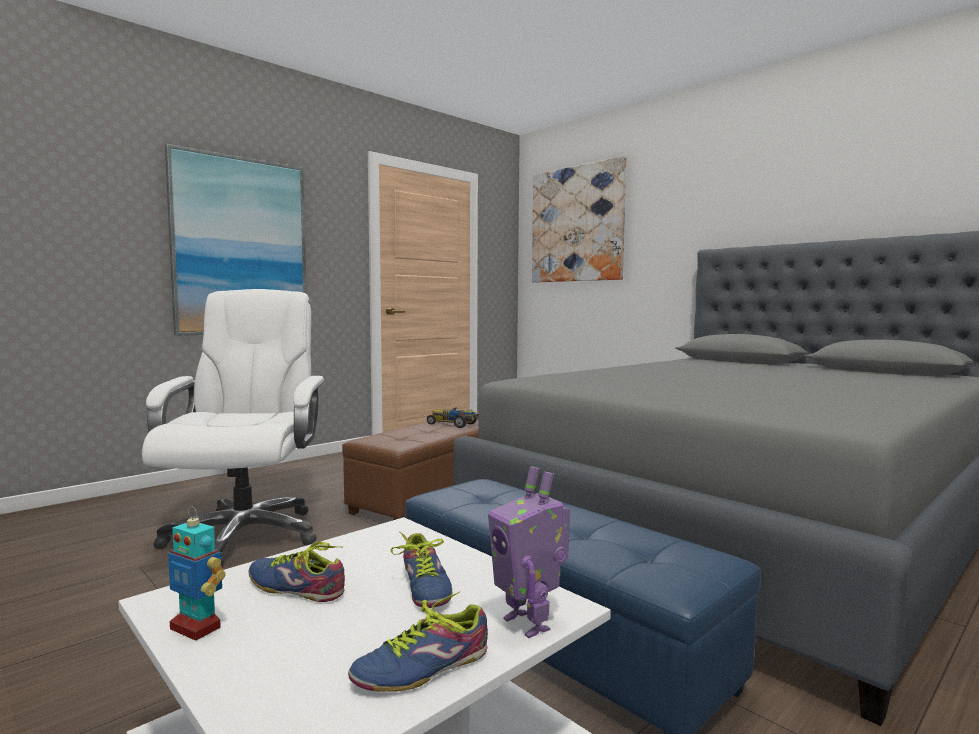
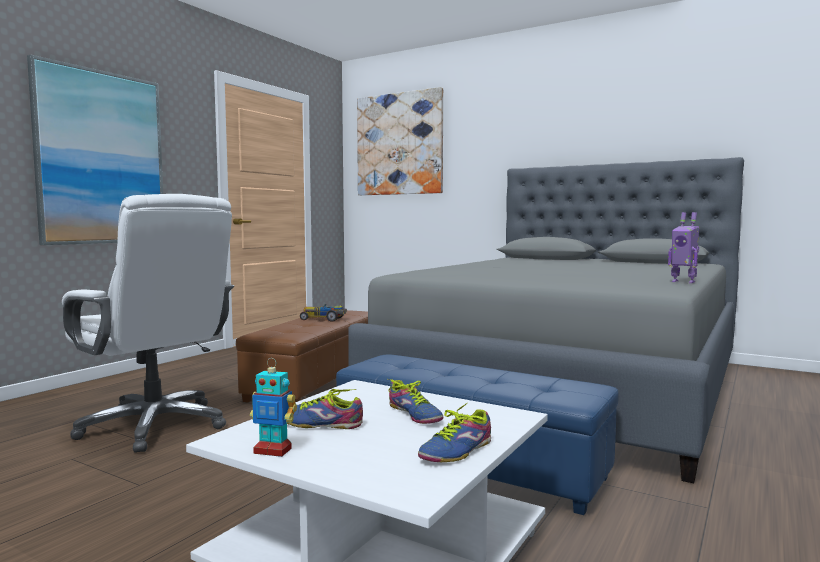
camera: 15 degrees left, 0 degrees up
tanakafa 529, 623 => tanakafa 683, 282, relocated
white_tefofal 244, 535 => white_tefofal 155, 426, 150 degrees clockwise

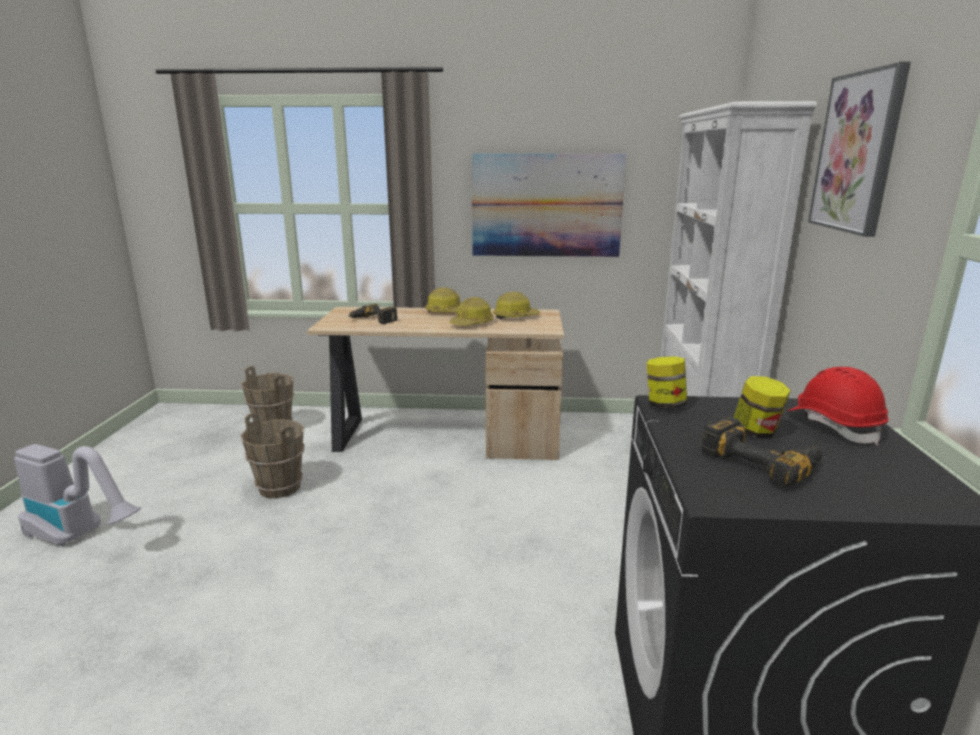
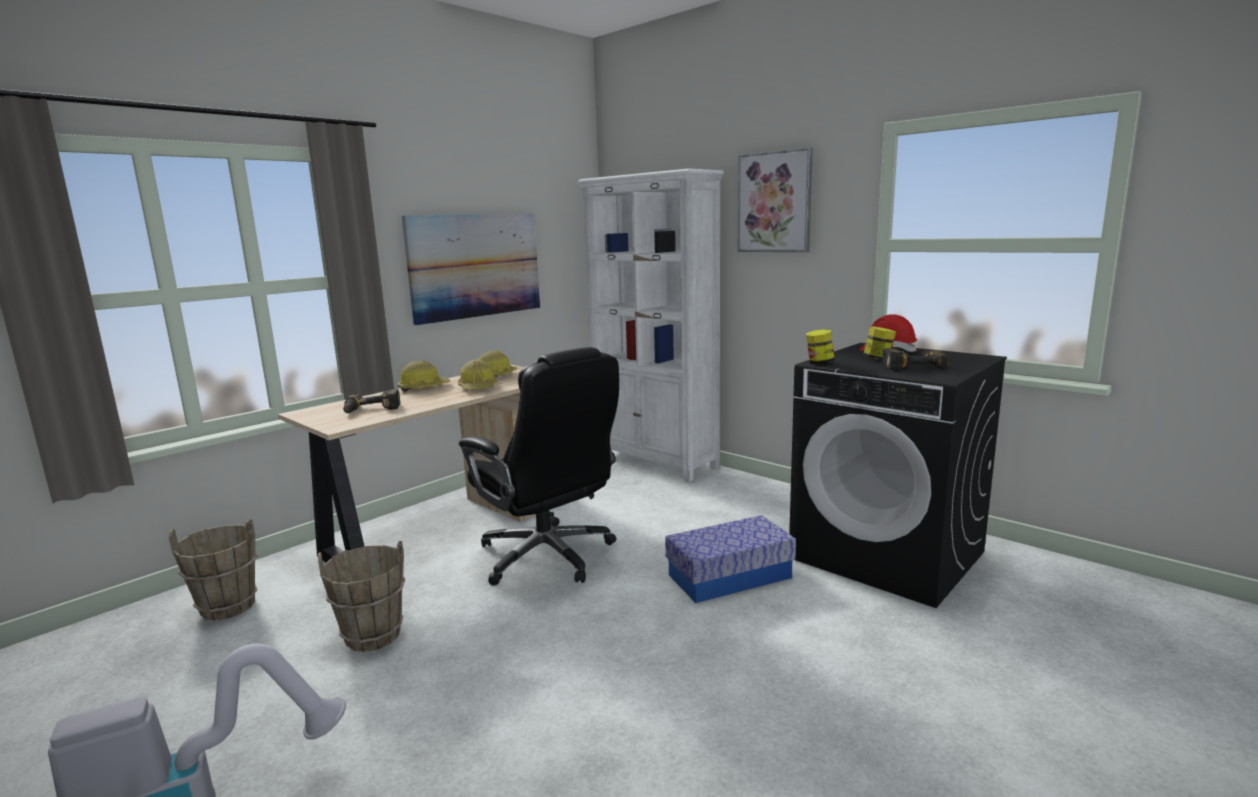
camera: 50 degrees left, 5 degrees down
nothing => black_tefofal 548, 556
nothing => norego 729, 576

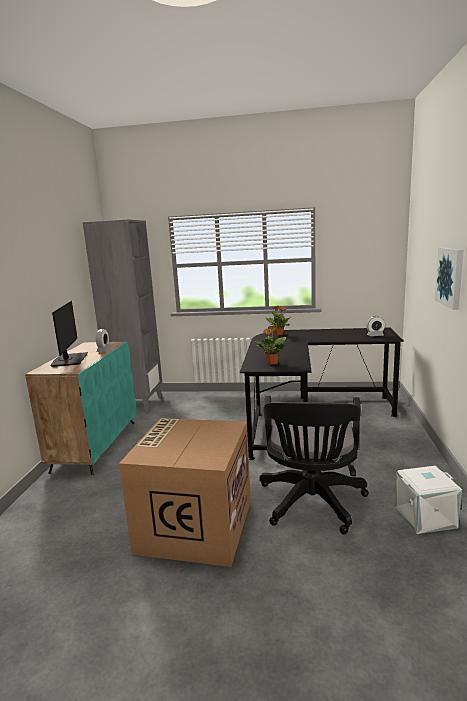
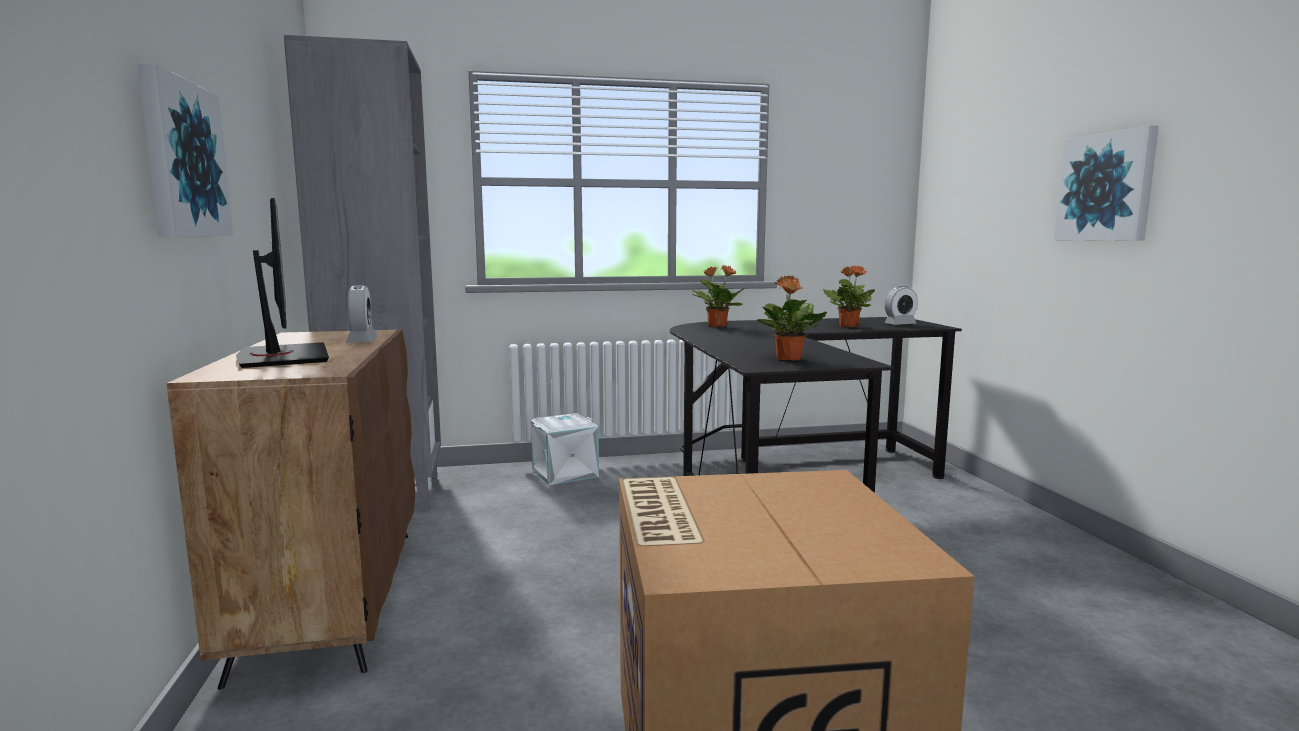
camera: 20 degrees left, 5 degrees down
black_tefofal 311, 504 => nothing
nothing => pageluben 183, 159
nothing => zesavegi 848, 326
white_norego 425, 517 => white_norego 565, 474, relocated
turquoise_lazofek 96, 445 => brown_lazofek 331, 596

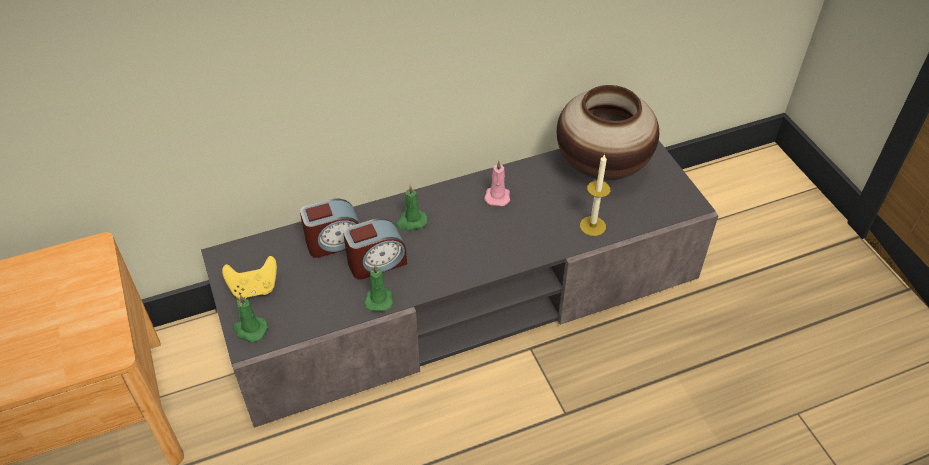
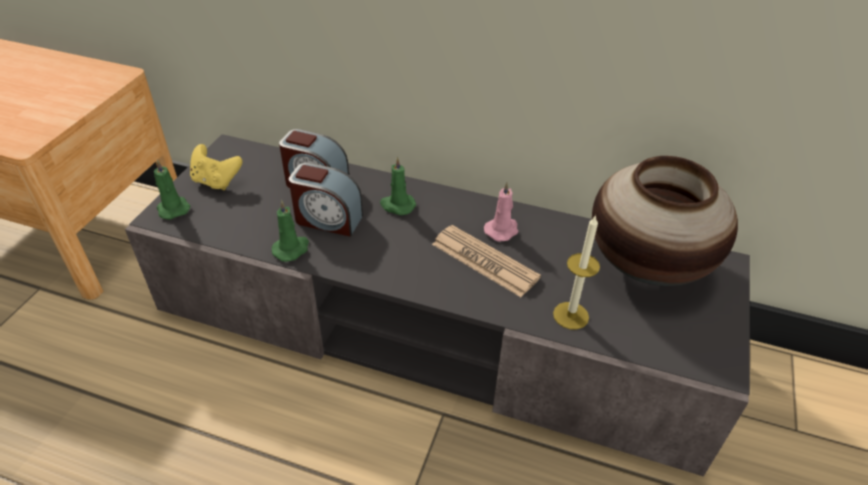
camera: 40 degrees right, 5 degrees down
nothing => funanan 484, 261

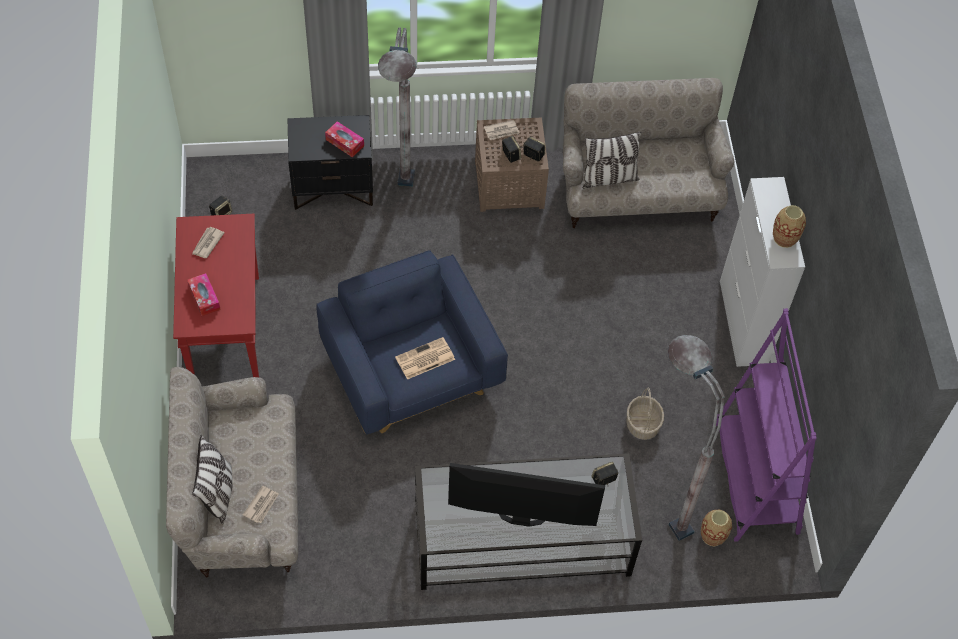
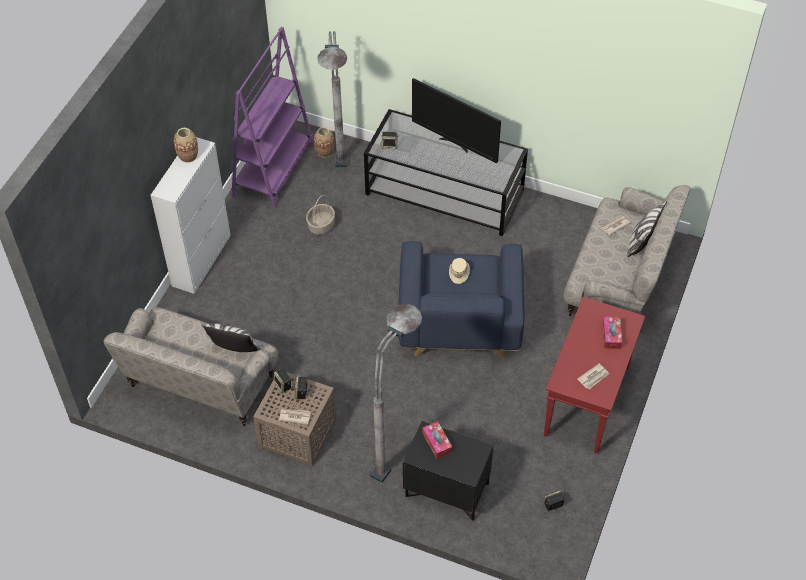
camera: 150 degrees left, 5 degrees down
funanan 424, 359 => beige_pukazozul 459, 272

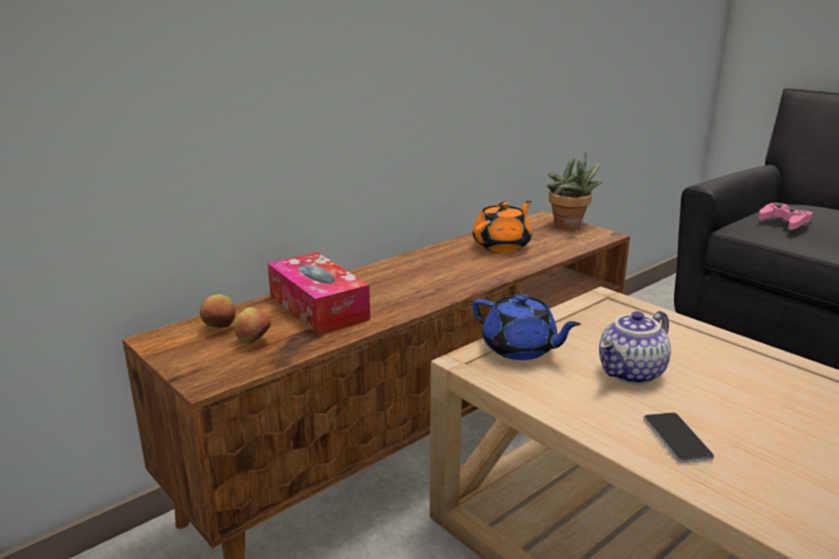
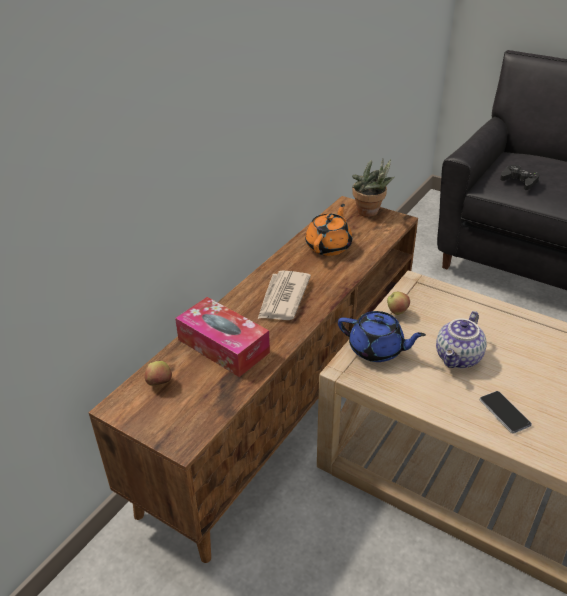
camera: 15 degrees left, 15 degrees up
nothing => funanan 283, 298
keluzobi 253, 342 => keluzobi 397, 312, relocated
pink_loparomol 784, 222 => black_loparomol 519, 181

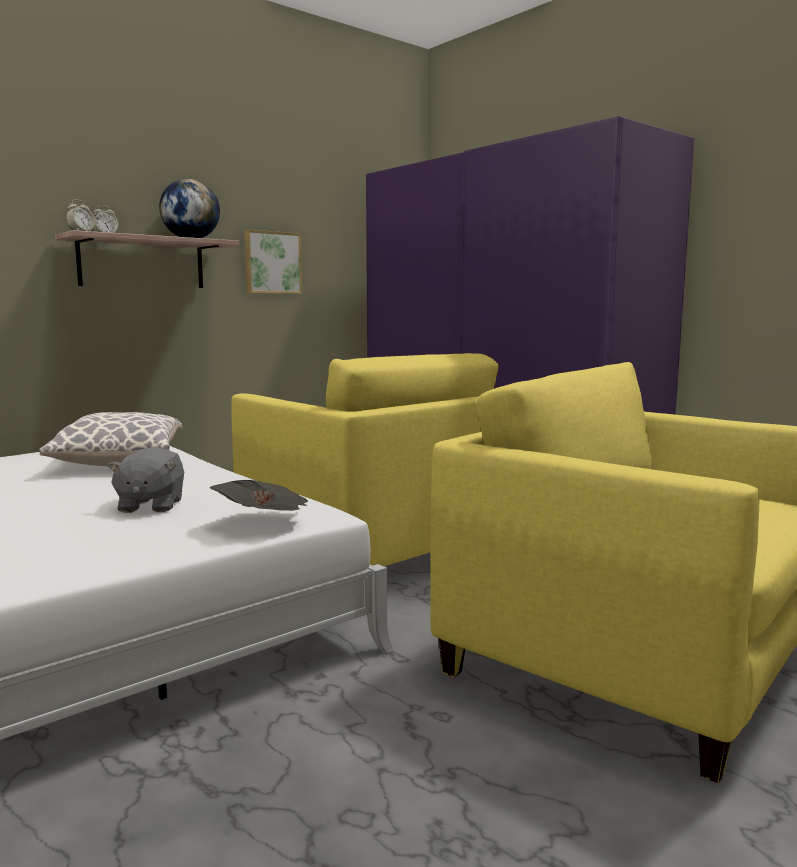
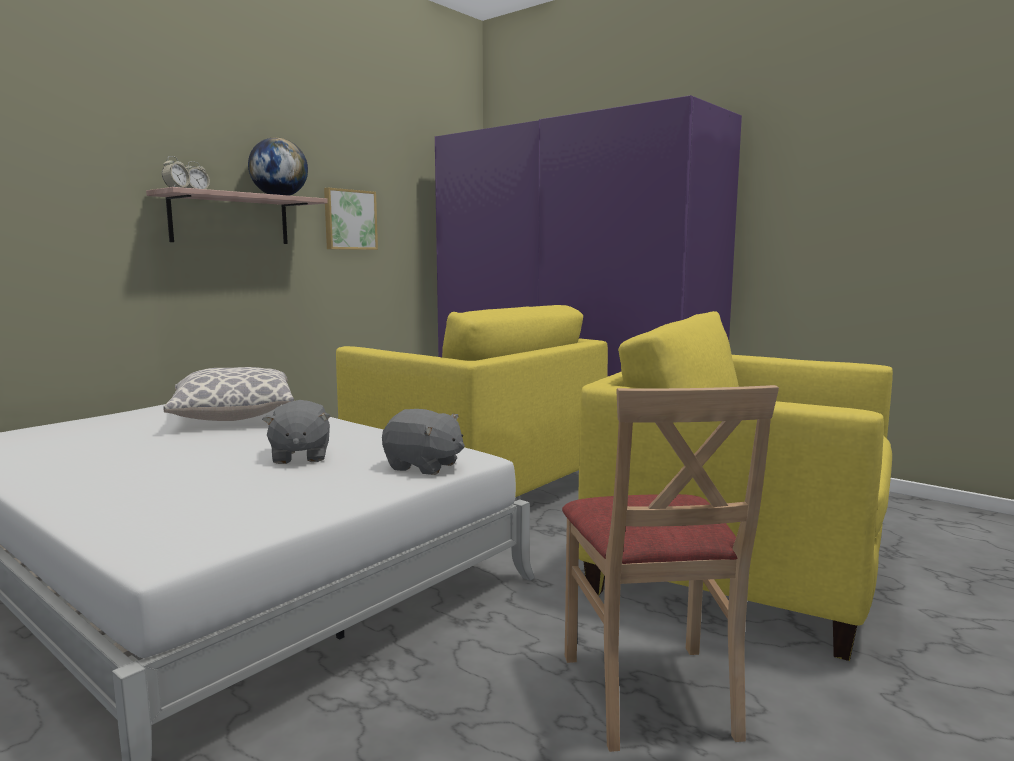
camera: 10 degrees left, 0 degrees up
nothing => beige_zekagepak 650, 693
funanan 264, 523 => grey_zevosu 423, 466

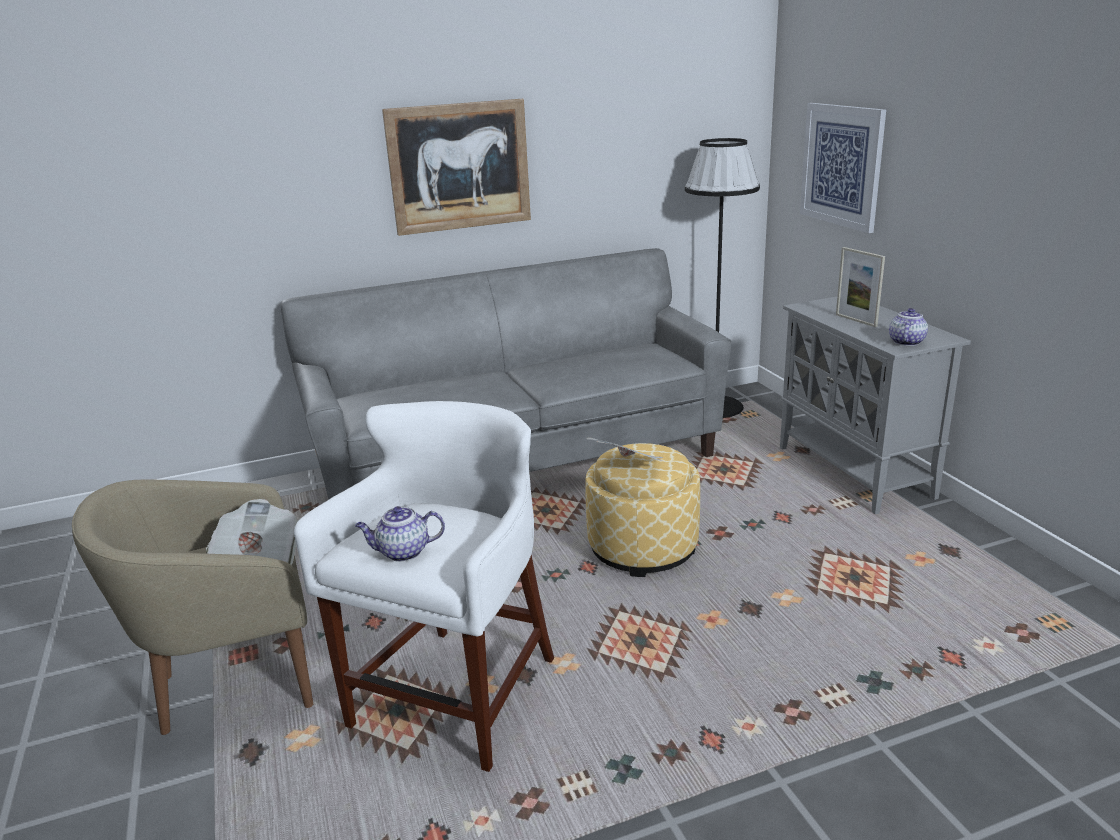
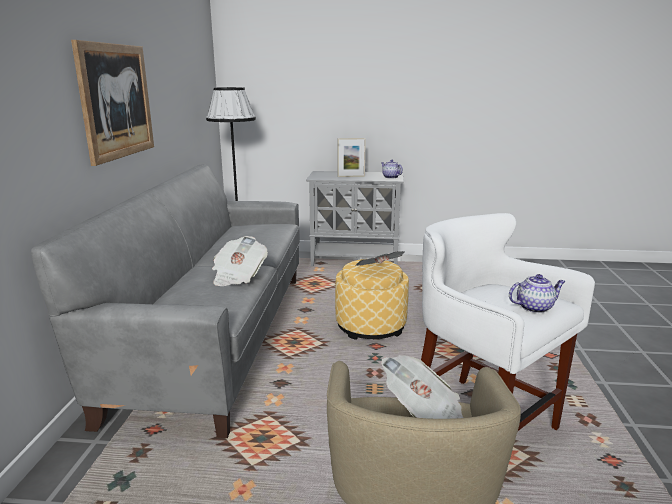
camera: 65 degrees left, 5 degrees down
pageluben 841, 165 => nothing
nothing => funanan 238, 276
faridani 402, 552 => faridani 535, 307, 120 degrees counterclockwise

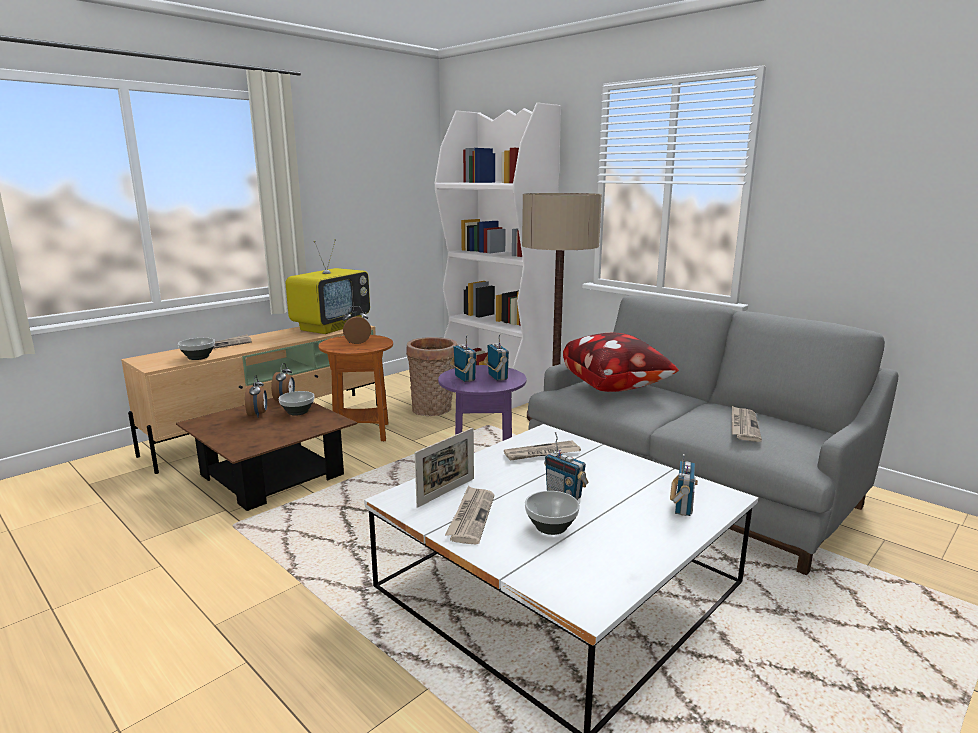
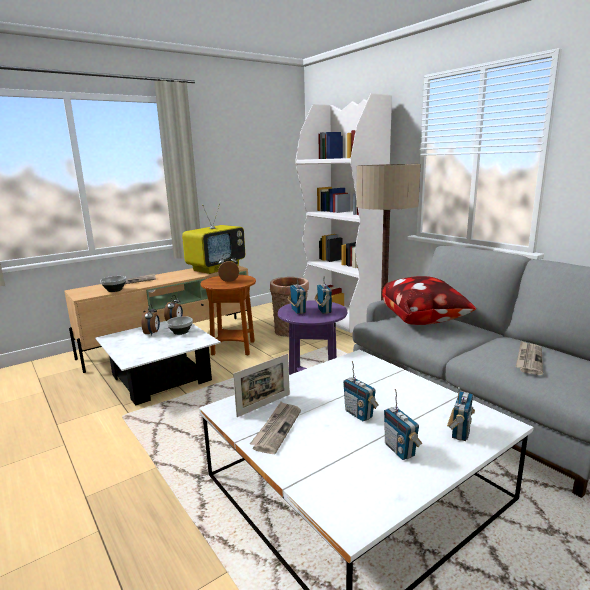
camera: 10 degrees right, 0 degrees up
funanan 541, 453 => nothing
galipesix 551, 526 => nothing
nothing => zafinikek 400, 450
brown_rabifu 272, 475 => white_rabifu 161, 378

